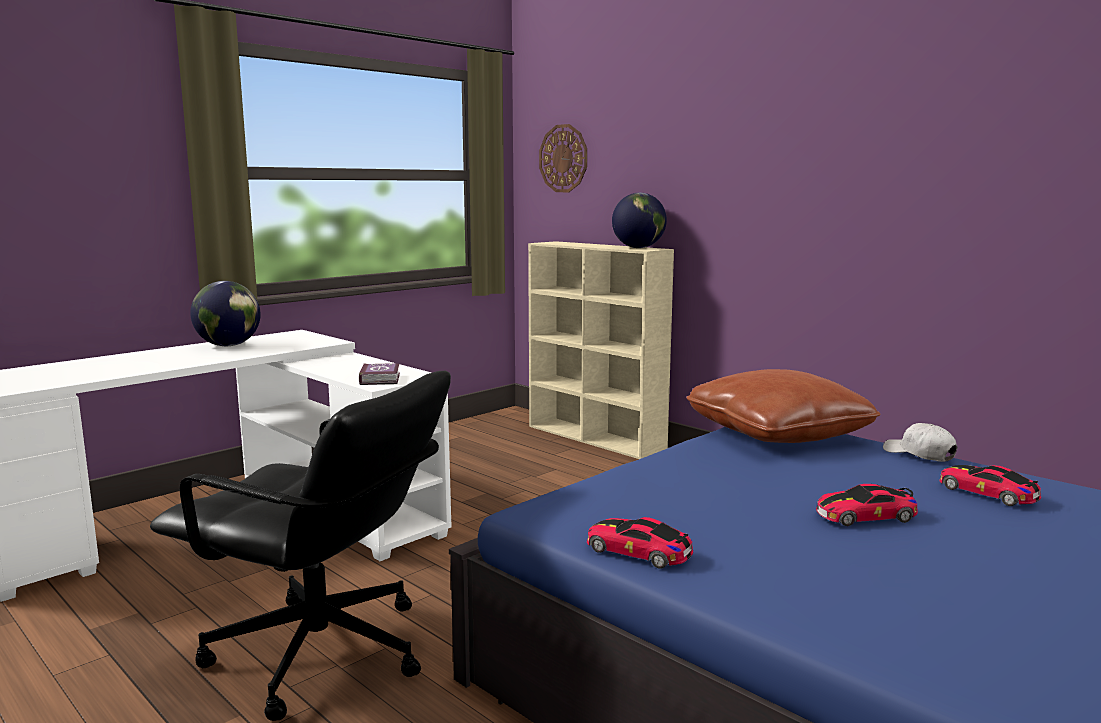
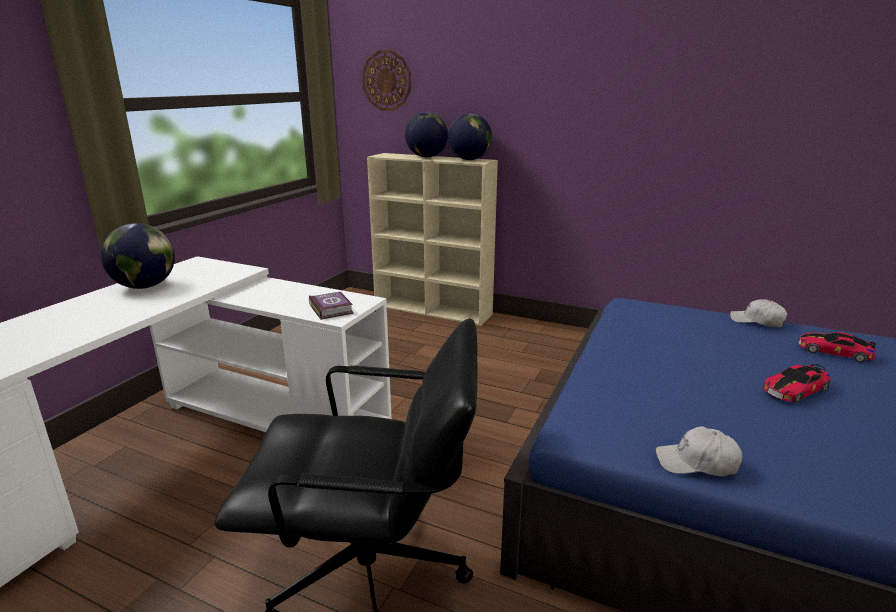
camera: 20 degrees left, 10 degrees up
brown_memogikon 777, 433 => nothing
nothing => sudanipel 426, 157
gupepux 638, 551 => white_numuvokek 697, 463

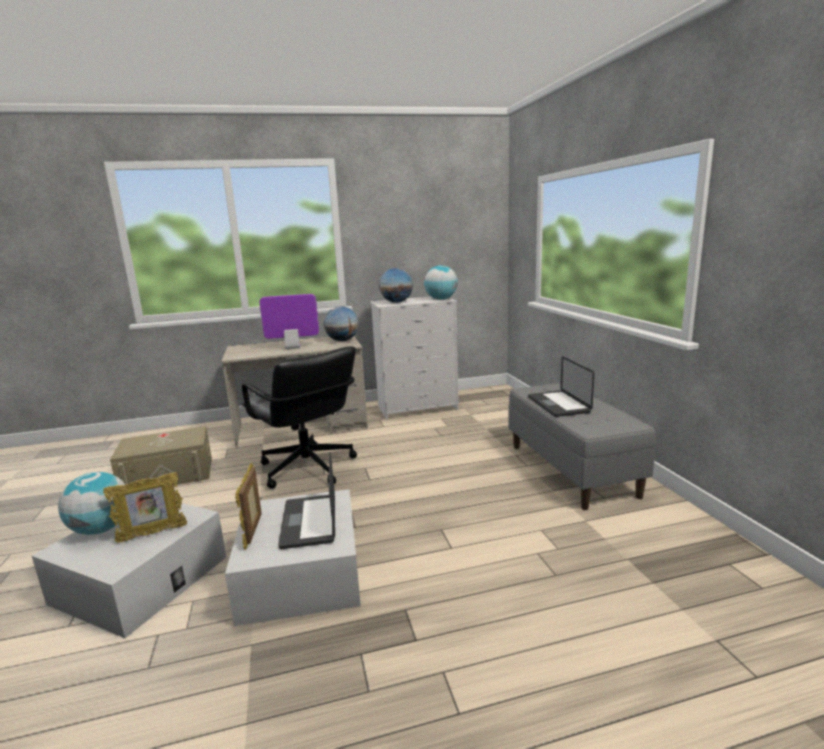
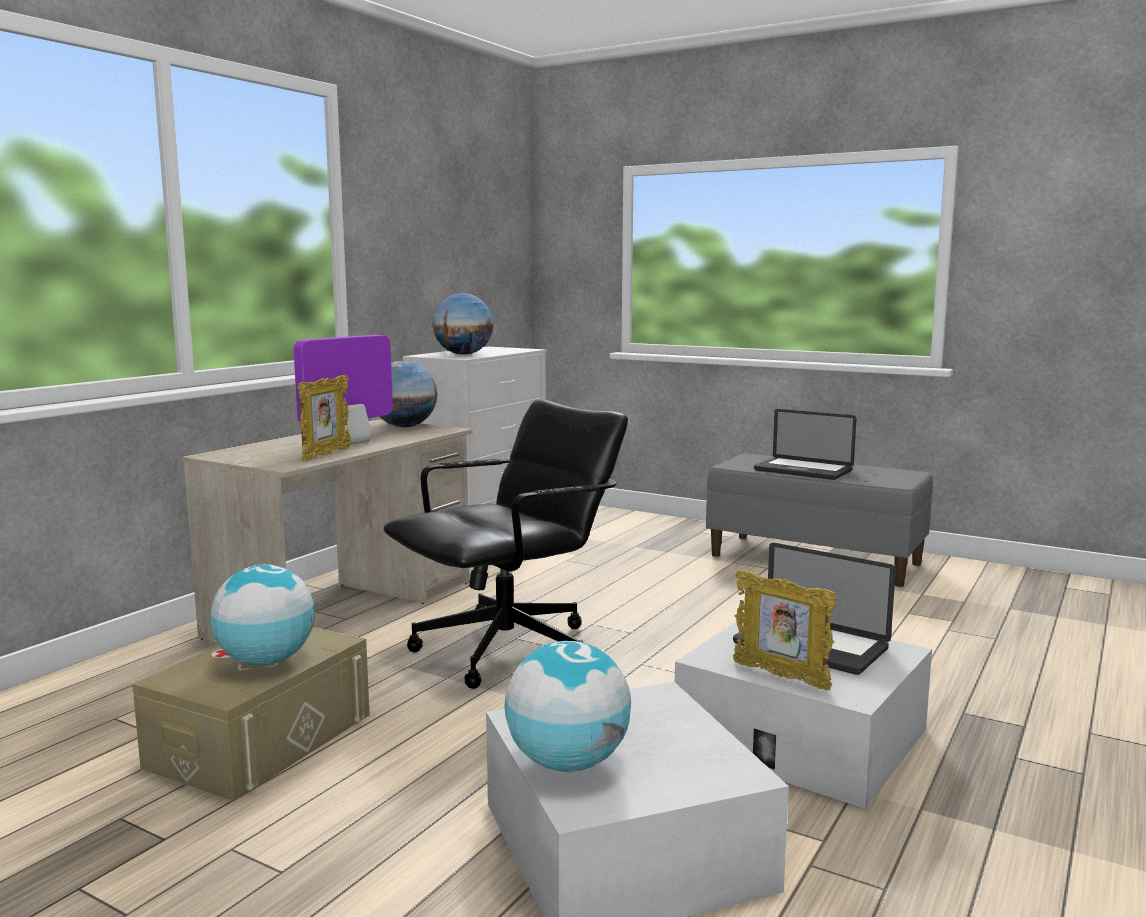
camera: 45 degrees left, 5 degrees down
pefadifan 152, 533 => pefadifan 326, 455, relocated
sudanipel 441, 299 => sudanipel 266, 661, relocated
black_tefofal 307, 468 => black_tefofal 509, 650, 45 degrees counterclockwise

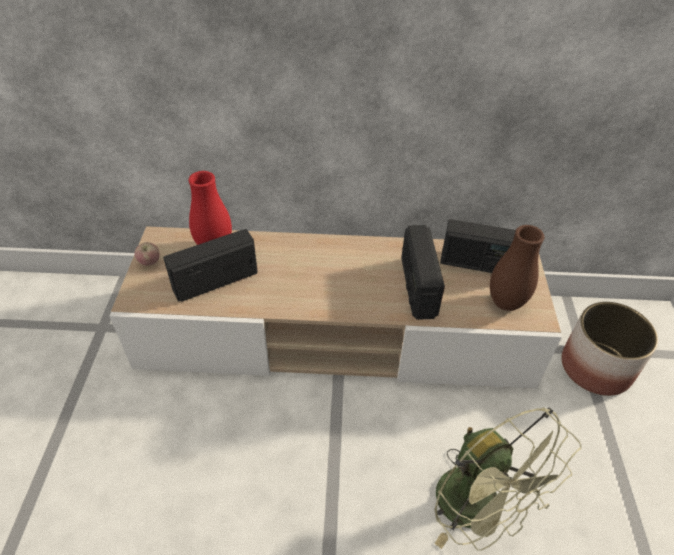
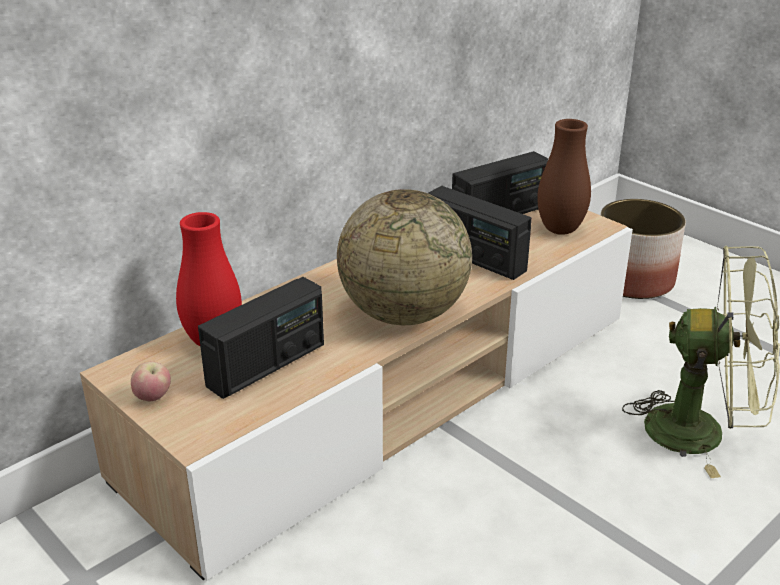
camera: 45 degrees left, 15 degrees down
nothing => sudanipel 403, 314
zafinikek 215, 280 => zafinikek 267, 365, 150 degrees counterclockwise

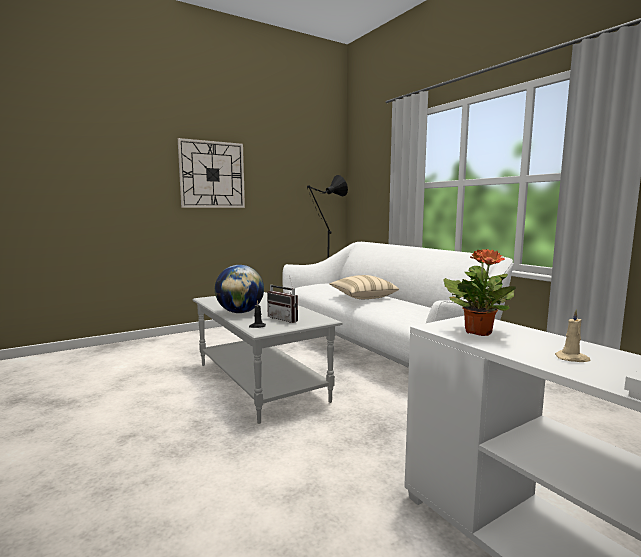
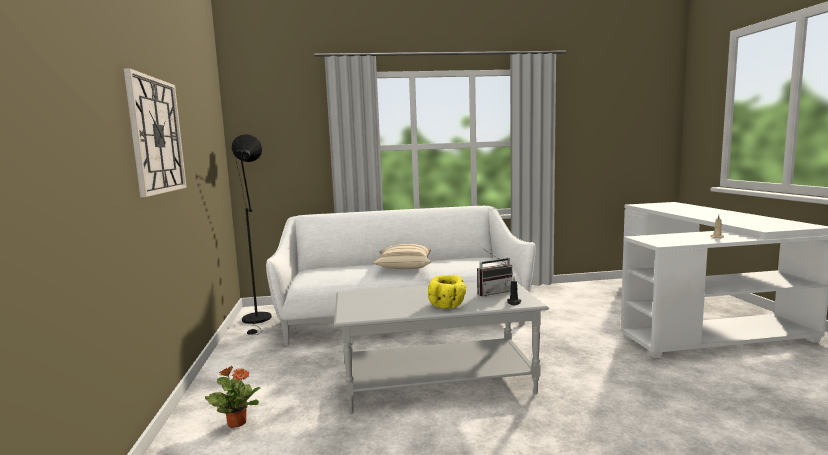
camera: 65 degrees left, 0 degrees up
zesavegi 478, 332 => zesavegi 236, 423, relocated
sudanipel 240, 312 => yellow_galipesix 448, 305

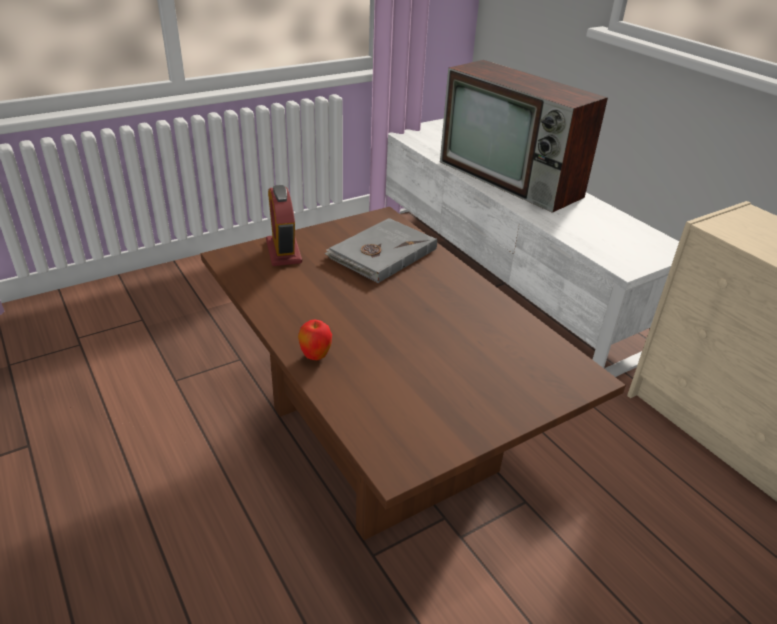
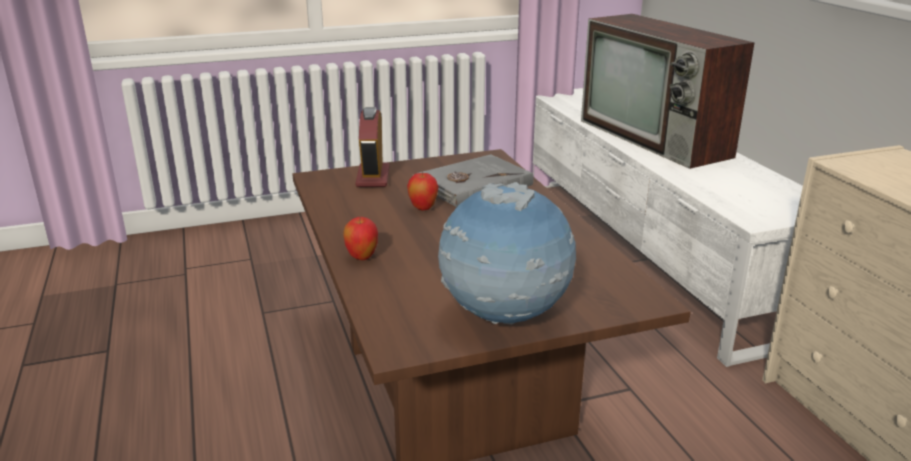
camera: 15 degrees right, 10 degrees down
nothing => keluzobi 423, 208
nothing => sudanipel 504, 319

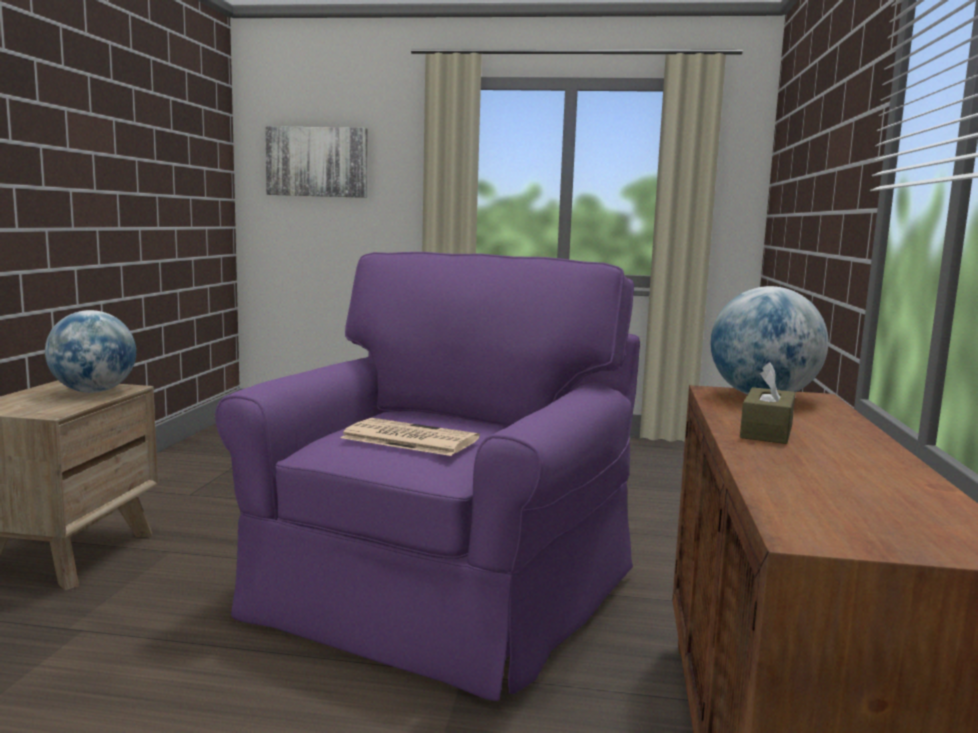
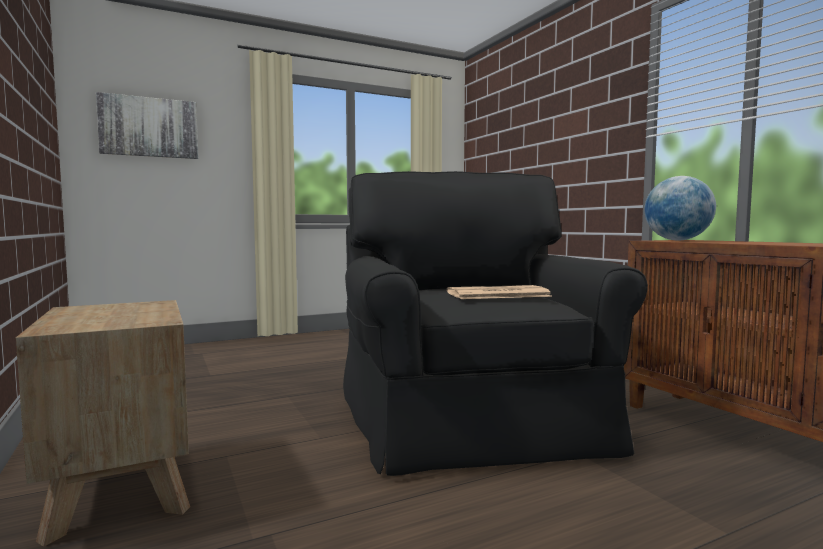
camera: 35 degrees left, 5 degrees down
sudanipel 94, 392 => nothing
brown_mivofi 766, 431 => nothing
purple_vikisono 436, 594 => black_vikisono 473, 420

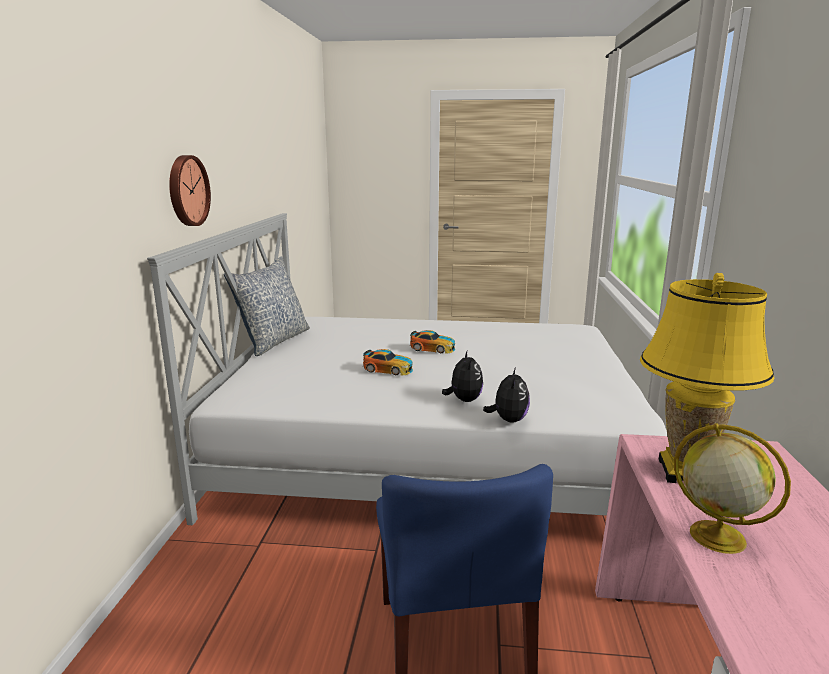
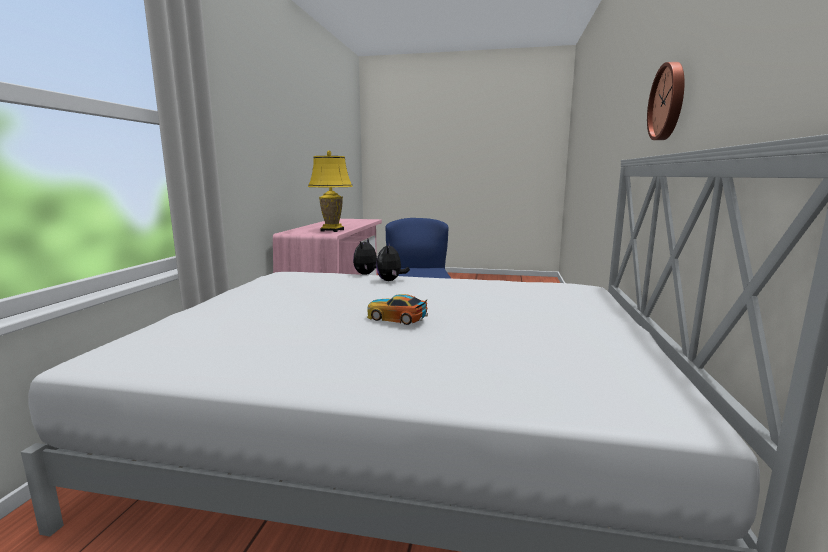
camera: 175 degrees left, 5 degrees down
memogikon 273, 341 => nothing
gupepux 388, 369 => nothing
sudanipel 715, 536 => nothing

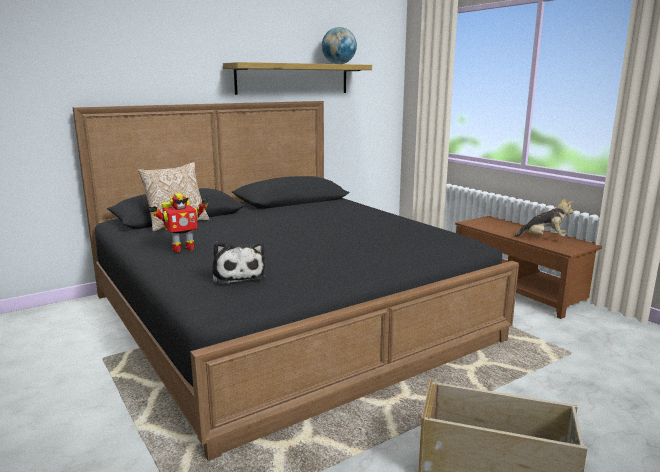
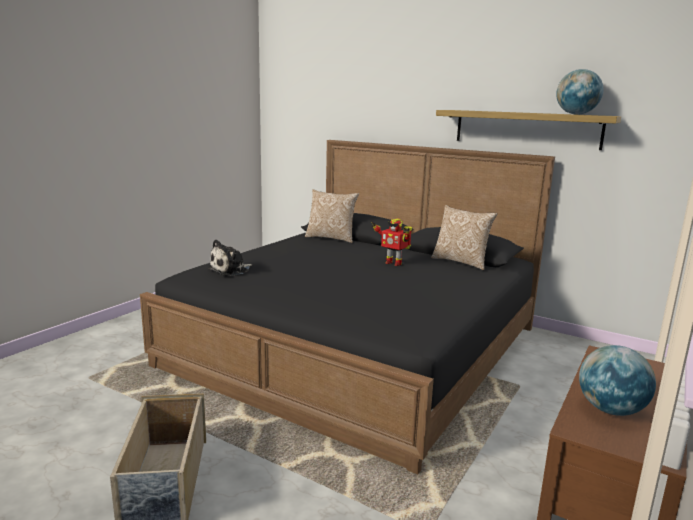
camera: 65 degrees right, 0 degrees up
nothing => memogikon 461, 262
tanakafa 182, 249 => tanakafa 393, 263, relocated
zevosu 543, 238 => sudanipel 610, 410

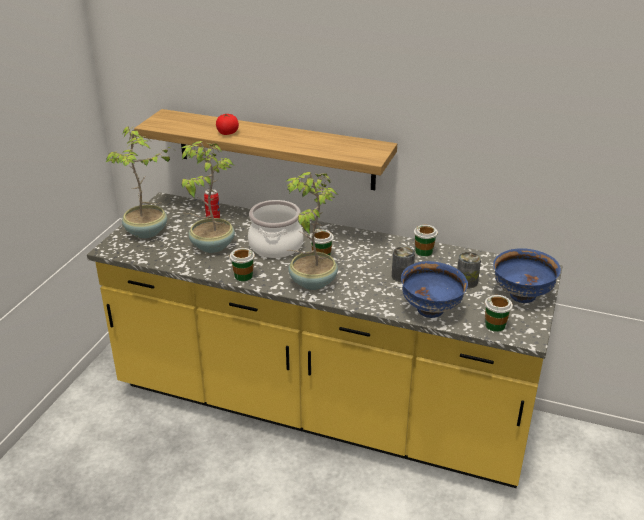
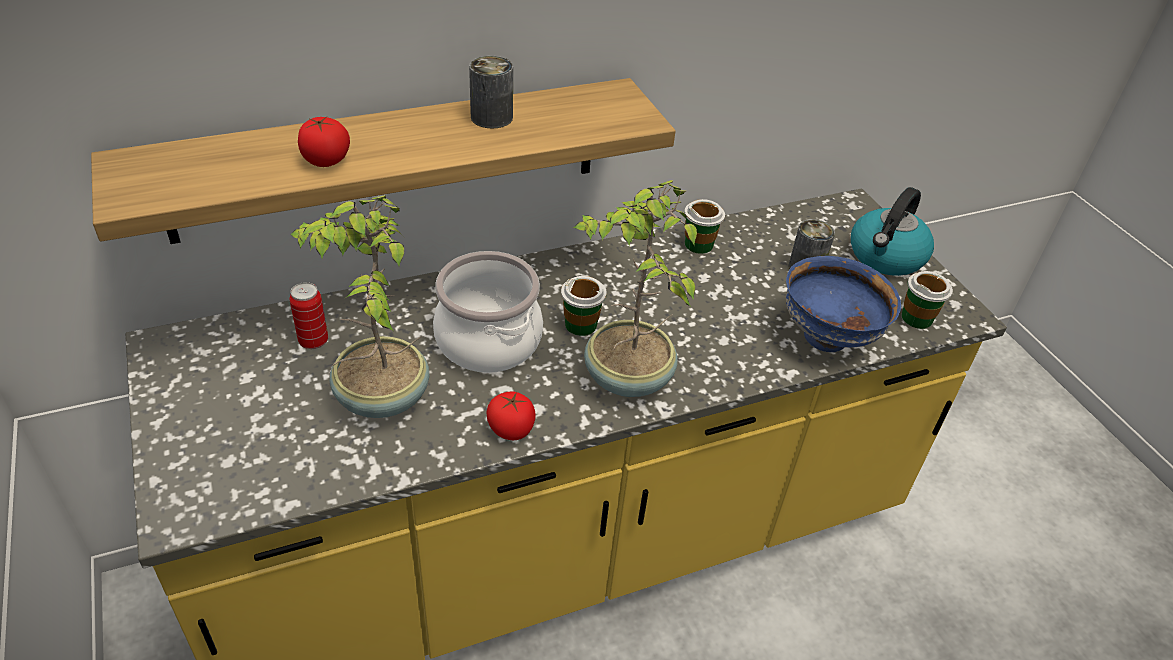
camera: 45 degrees left, 10 degrees up
zesavegi 147, 232 => nothing
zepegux 402, 276 => zepegux 491, 117, relocated
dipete 243, 276 => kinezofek 511, 429
blue_galipesix 522, 296 => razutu 886, 257

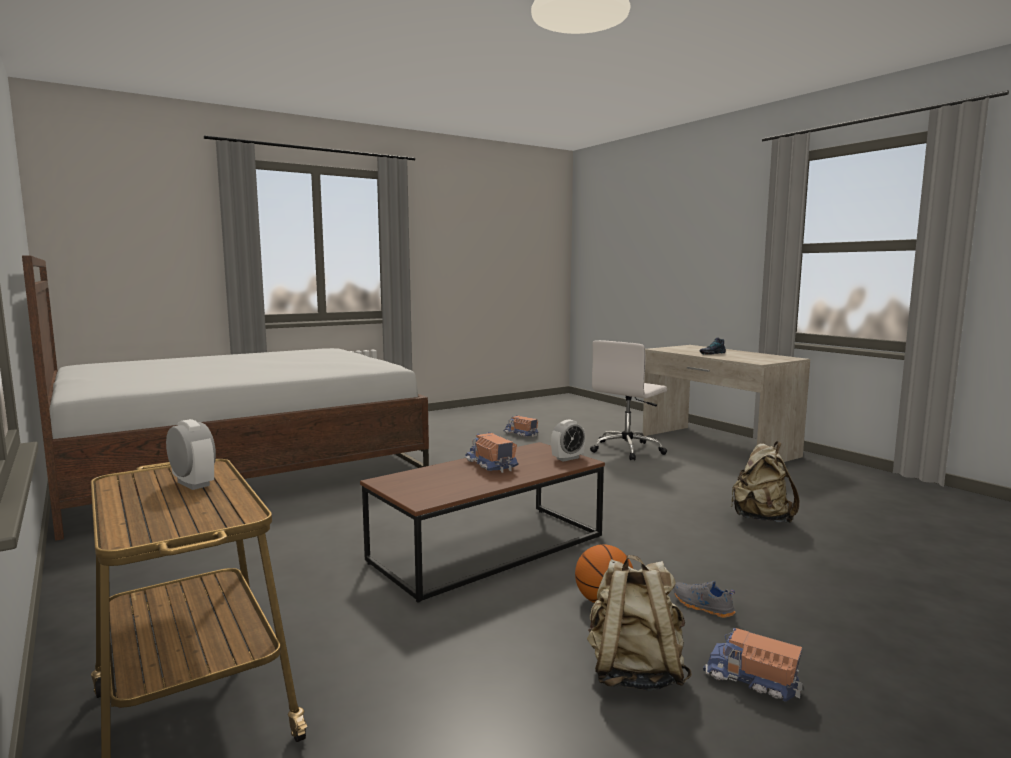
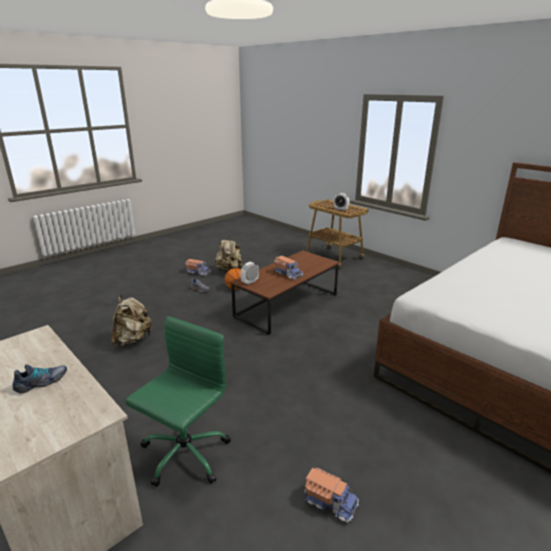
camera: 170 degrees right, 15 degrees up
white_tefofal 627, 450 => green_tefofal 184, 455

